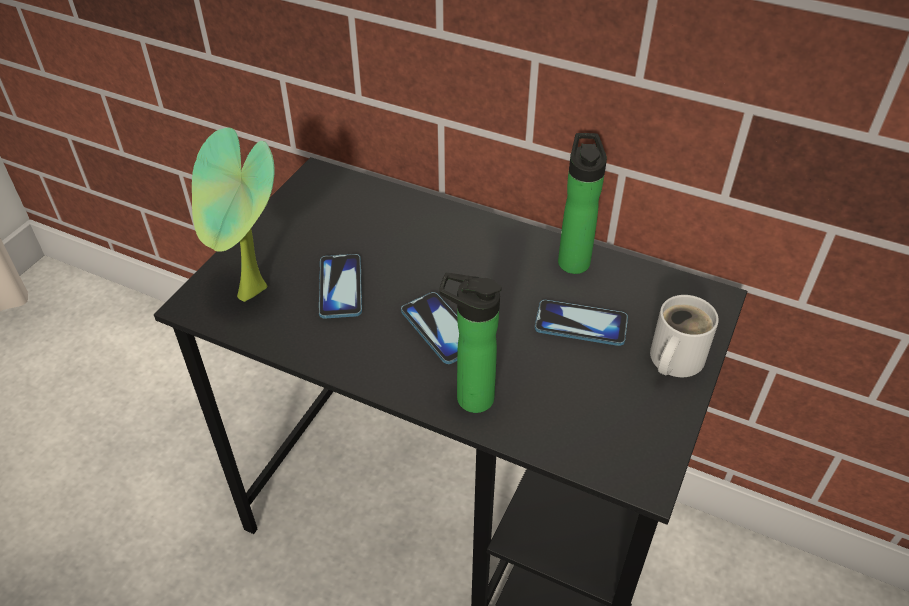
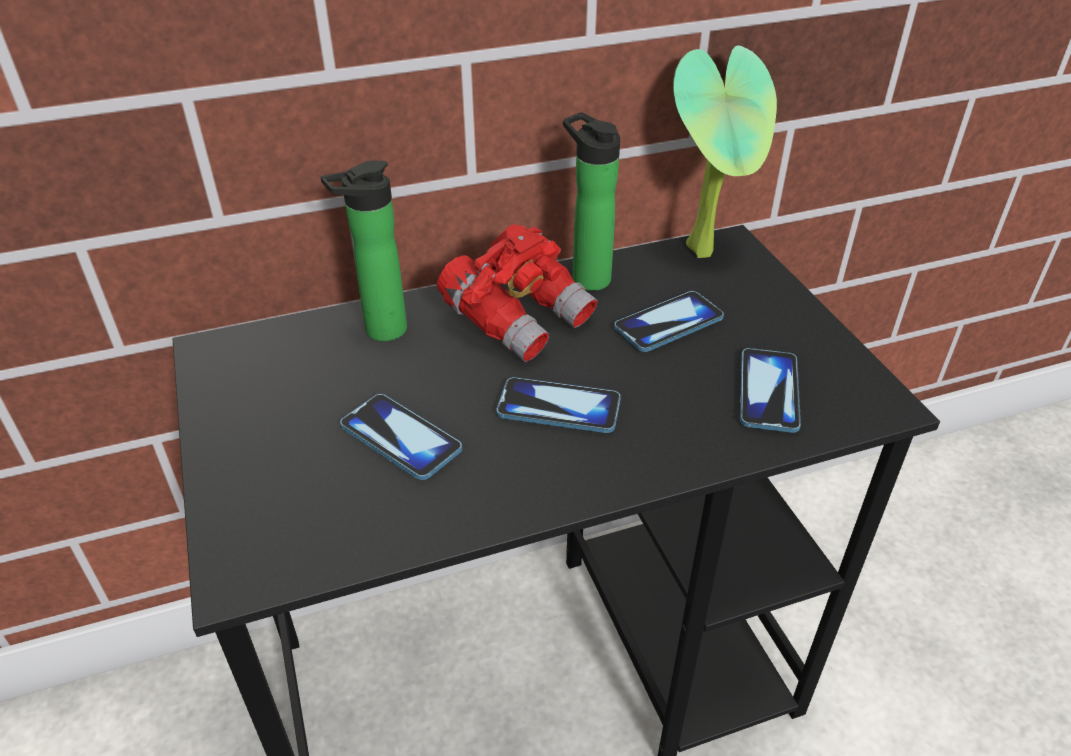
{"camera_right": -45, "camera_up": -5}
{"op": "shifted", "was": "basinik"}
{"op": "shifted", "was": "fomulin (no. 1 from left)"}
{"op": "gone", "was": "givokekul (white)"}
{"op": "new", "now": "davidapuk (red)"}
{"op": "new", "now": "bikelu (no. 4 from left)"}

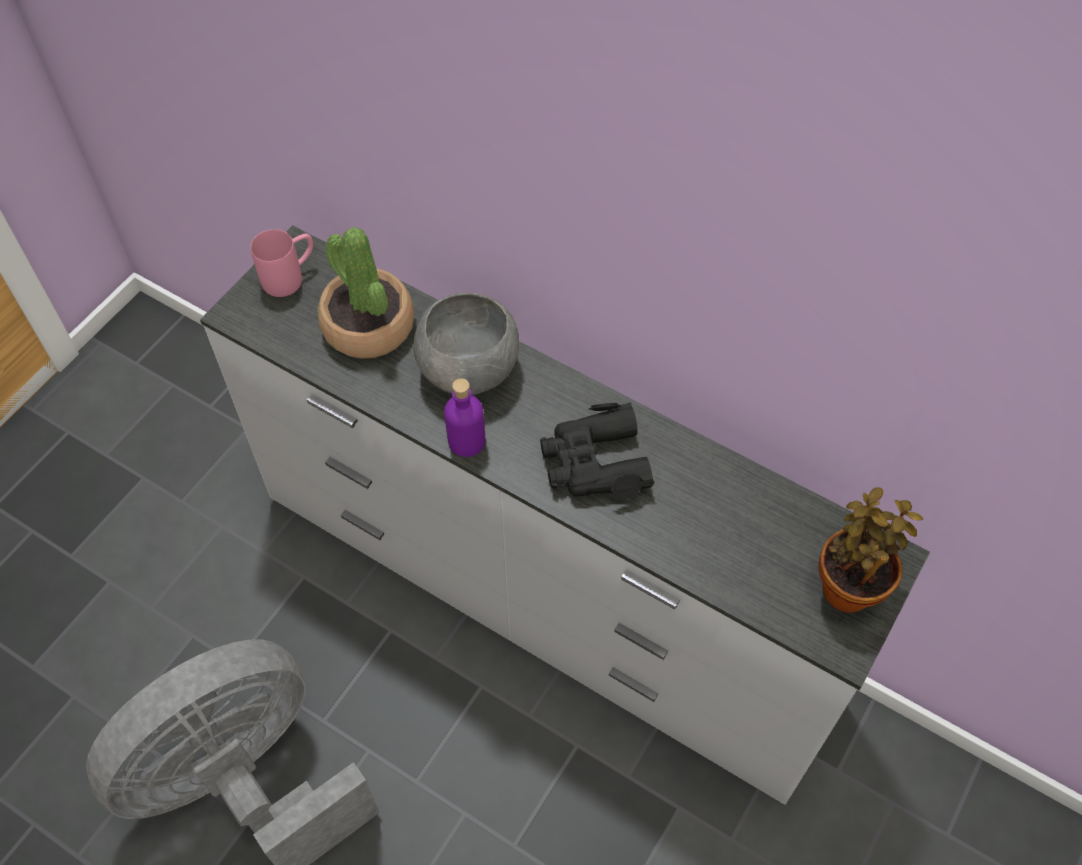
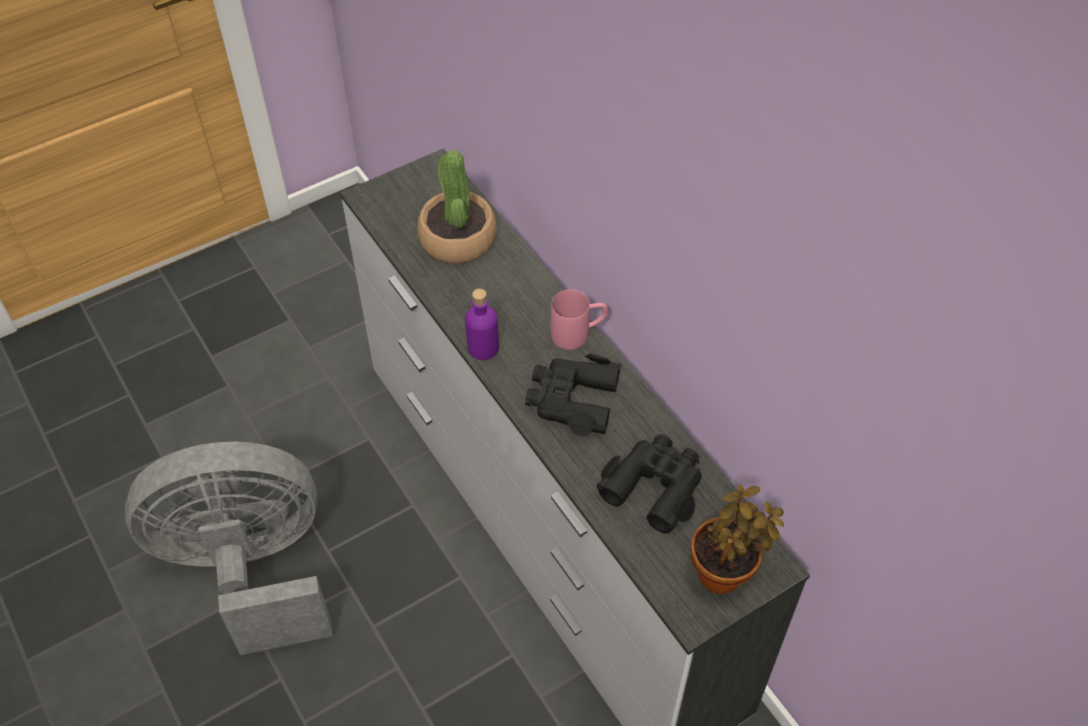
{"camera_right": 25, "camera_up": -5}
{"op": "shifted", "was": "givokekul (pink)"}
{"op": "gone", "was": "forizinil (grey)"}
{"op": "new", "now": "davidapuk (black) (no. 2 from left)"}

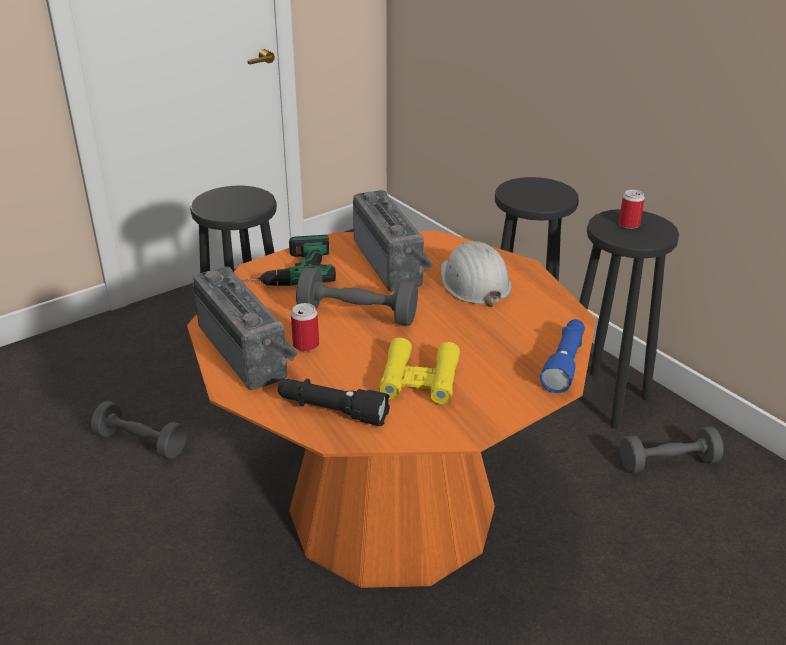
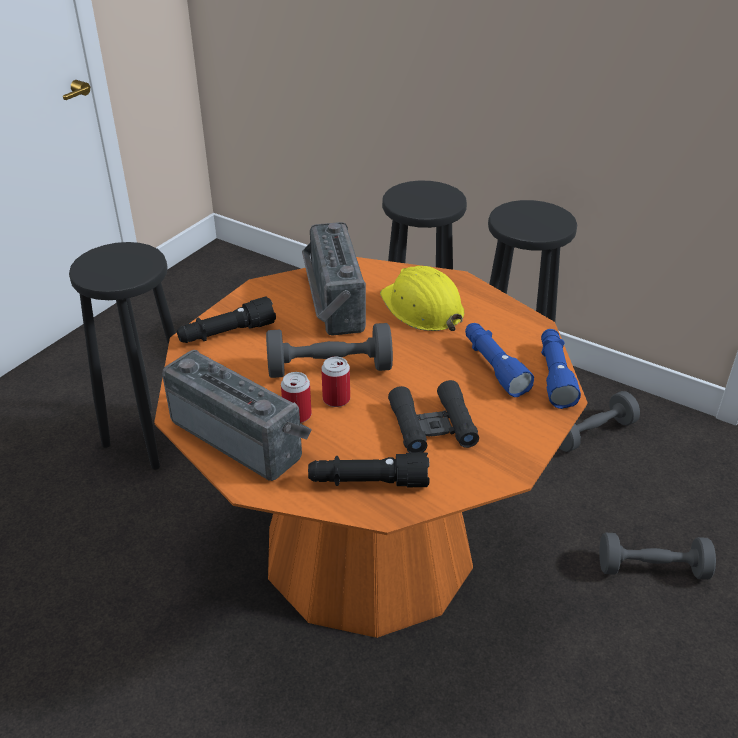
{"camera_right": -20, "camera_up": 5}
{"op": "shifted", "was": "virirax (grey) (no. 1 from left in the first image)", "now": "virirax (grey) (no. 3 from left)"}
{"op": "swapped", "was": "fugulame", "now": "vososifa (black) (no. 1 from left)"}
{"op": "rotated", "was": "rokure (no. 2 from left)", "clockwise": -150}
{"op": "repainted", "was": "davidapuk (yellow)", "now": "davidapuk (black)"}
{"op": "repainted", "was": "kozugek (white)", "now": "kozugek (yellow)"}
{"op": "shifted", "was": "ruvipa (no. 2 from left)"}
{"op": "new", "now": "vososifa (blue) (no. 1 from left)"}

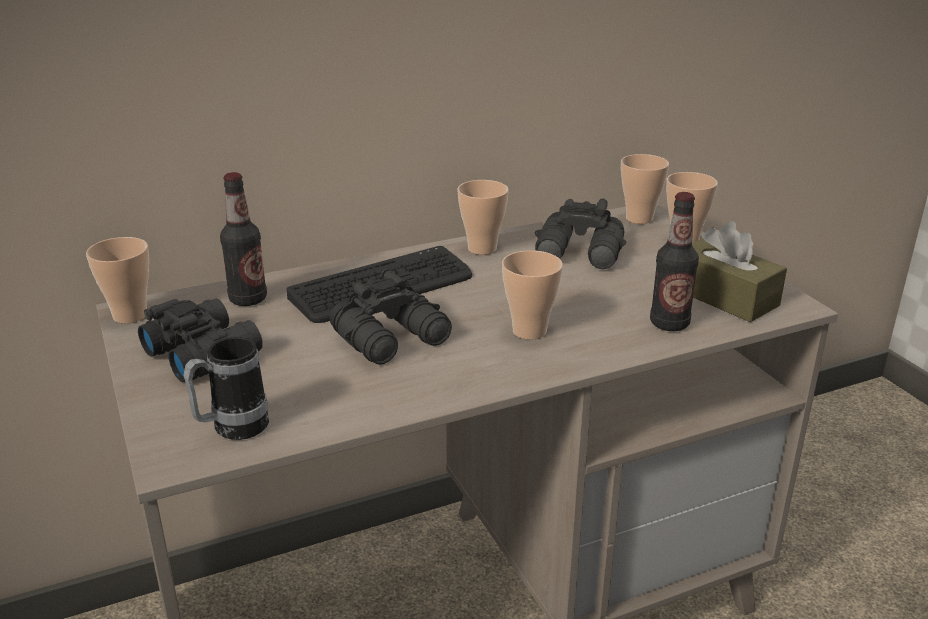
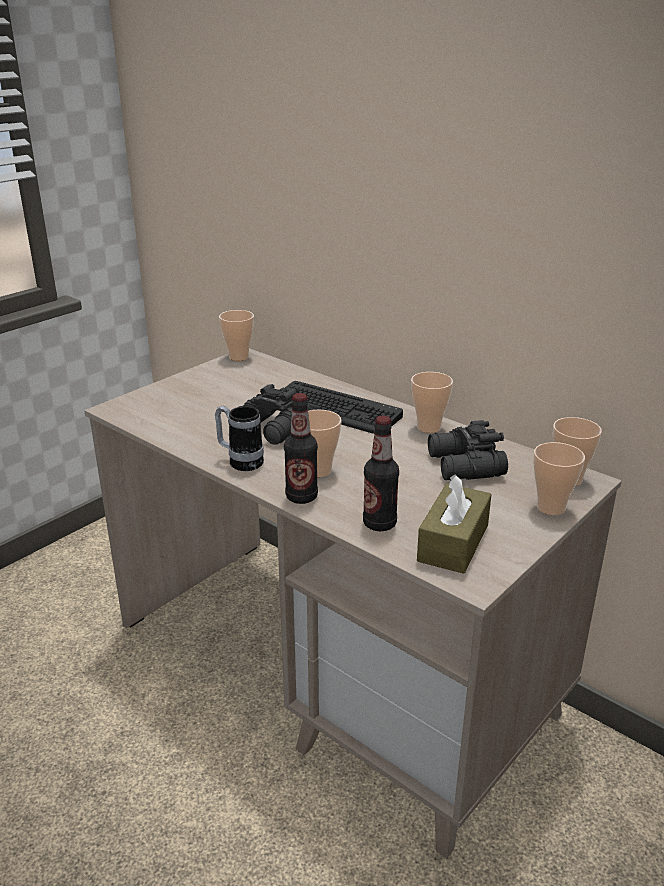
{"camera_right": 65, "camera_up": 0}
{"op": "gone", "was": "davidapuk (black) (no. 1 from left)"}
{"op": "shifted", "was": "givokekul"}
{"op": "shifted", "was": "fomulin (no. 1 from left)"}

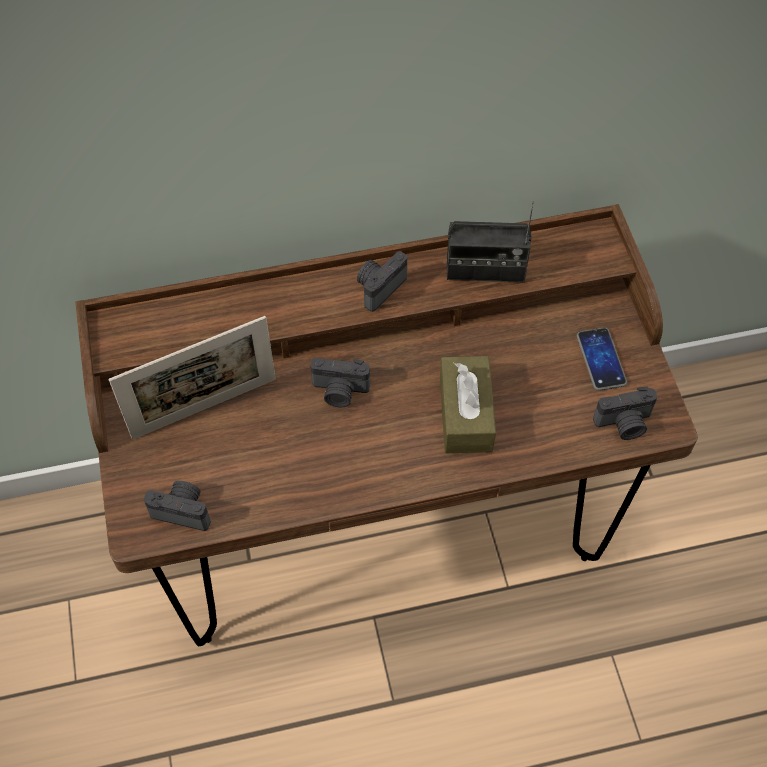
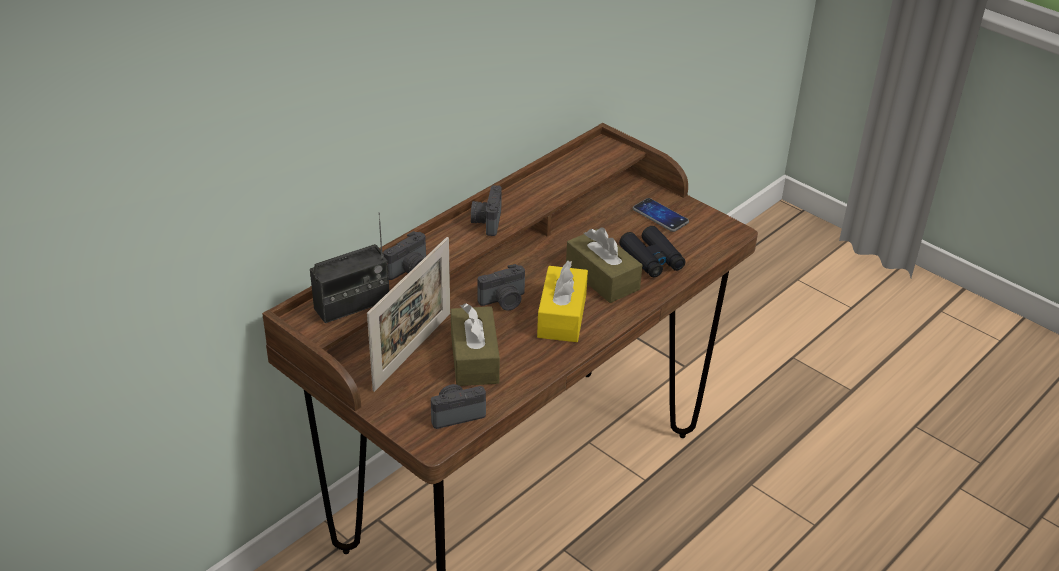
{"camera_right": -35, "camera_up": -20}
{"op": "shifted", "was": "rokure"}
{"op": "shifted", "was": "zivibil (no. 4 from left in the first image)", "now": "zivibil (no. 1 from left)"}
{"op": "new", "now": "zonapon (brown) (no. 1 from left)"}
{"op": "new", "now": "zonapon (yellow)"}
{"op": "new", "now": "davidapuk (black)"}

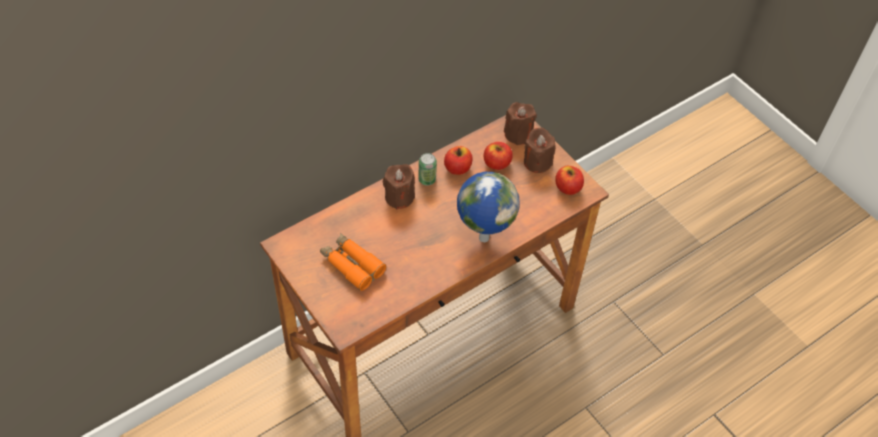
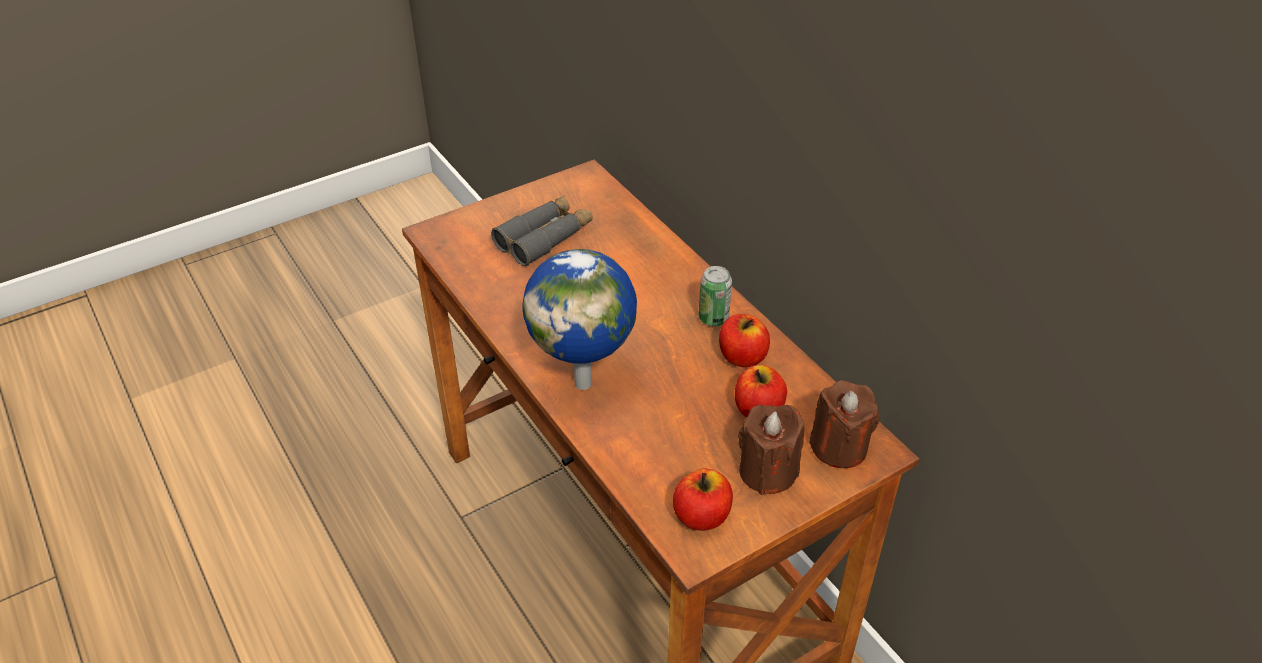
{"camera_right": 95, "camera_up": -10}
{"op": "repainted", "was": "davidapuk (orange)", "now": "davidapuk (grey)"}
{"op": "gone", "was": "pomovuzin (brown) (no. 1 from left)"}

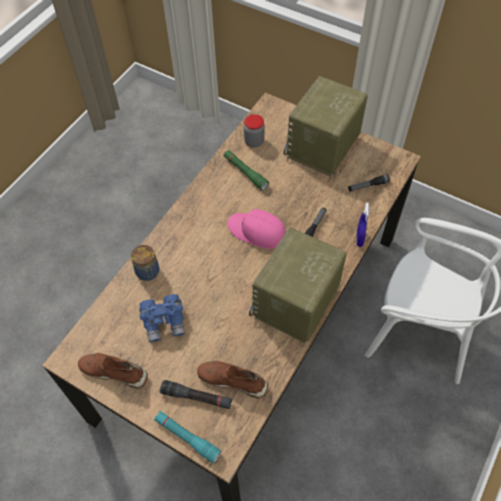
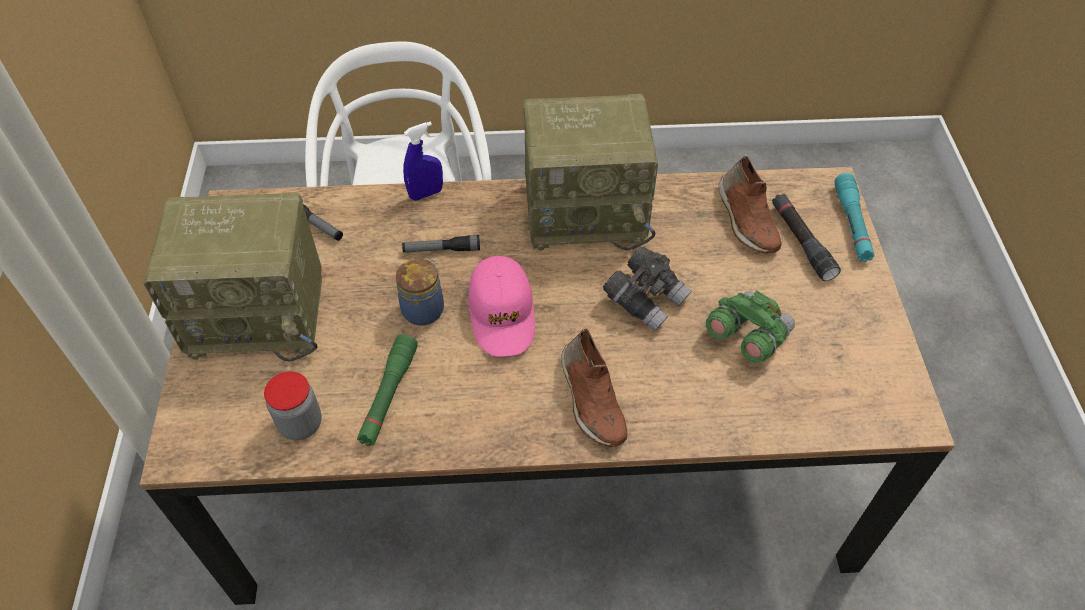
{"camera_right": -125, "camera_up": -5}
{"op": "shifted", "was": "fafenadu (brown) (no. 1 from left)"}
{"op": "shifted", "was": "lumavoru (no. 1 from left in the first image)", "now": "lumavoru (no. 2 from left)"}
{"op": "repainted", "was": "davidapuk (blue)", "now": "davidapuk (green)"}
{"op": "new", "now": "davidapuk (grey)"}

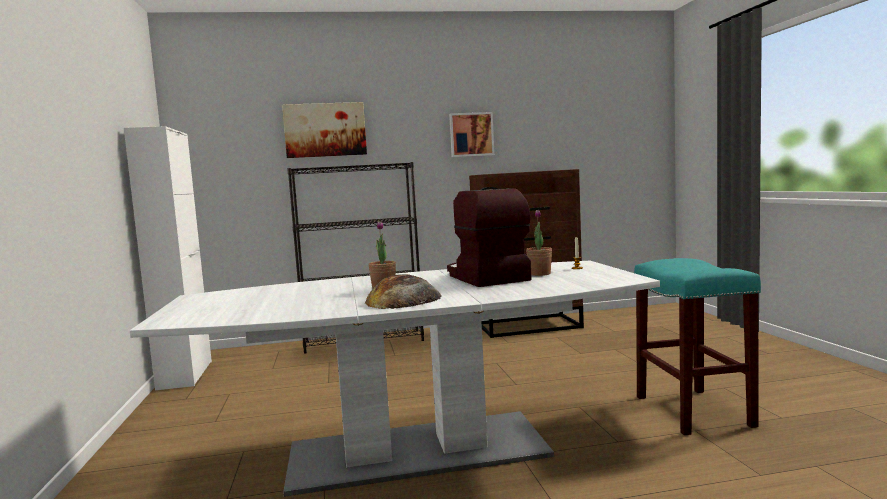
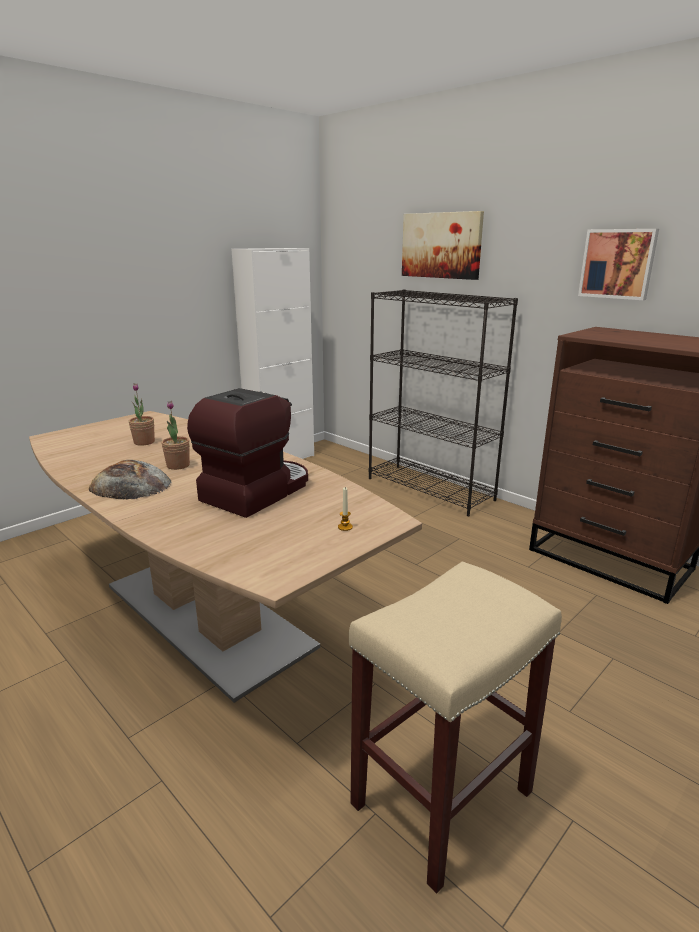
{"camera_right": 55, "camera_up": 15}
{"op": "repainted", "was": "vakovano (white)", "now": "vakovano (brown)"}
{"op": "shifted", "was": "basinik (no. 2 from left in the first image)", "now": "basinik (no. 1 from left)"}
{"op": "repainted", "was": "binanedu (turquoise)", "now": "binanedu (beige)"}

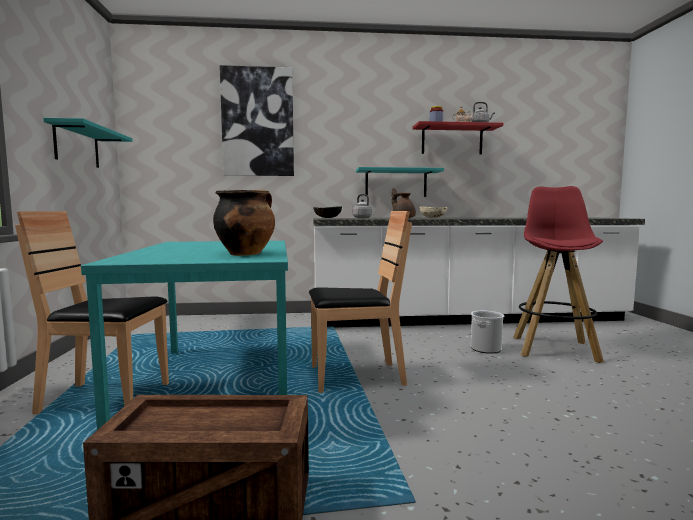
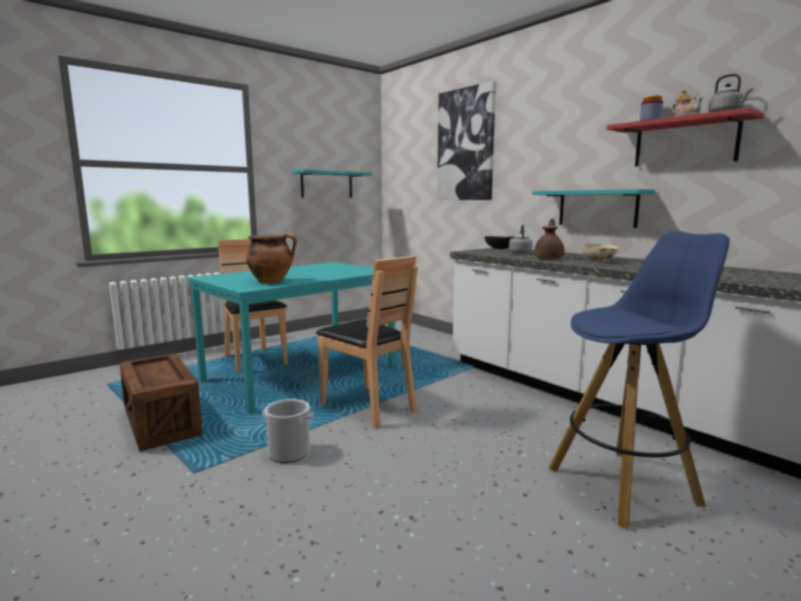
{"camera_right": 55, "camera_up": 5}
{"op": "shifted", "was": "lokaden"}
{"op": "repainted", "was": "binanedu (red)", "now": "binanedu (blue)"}

